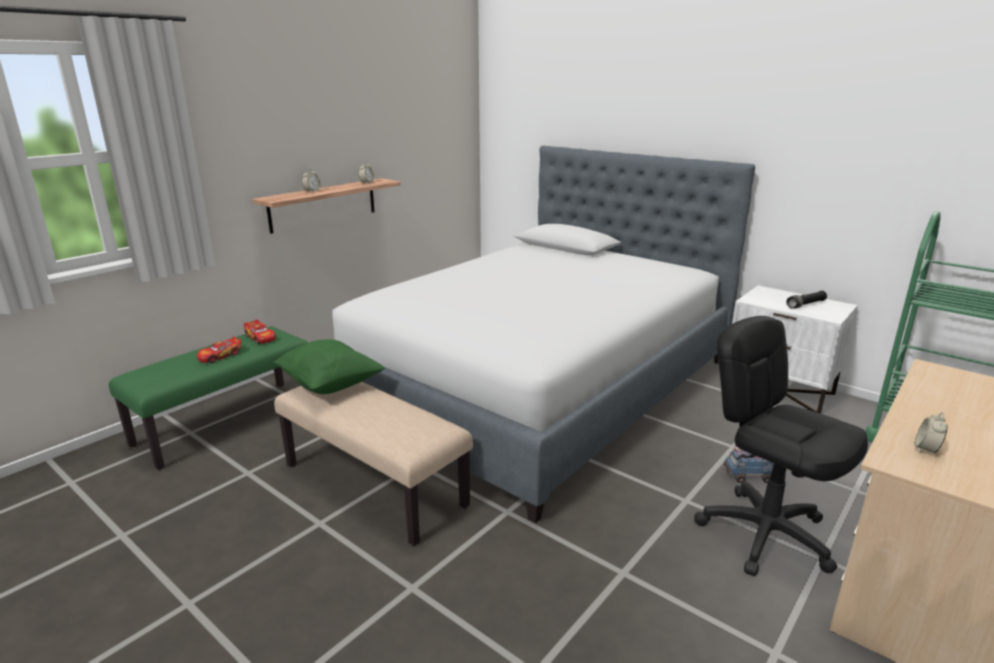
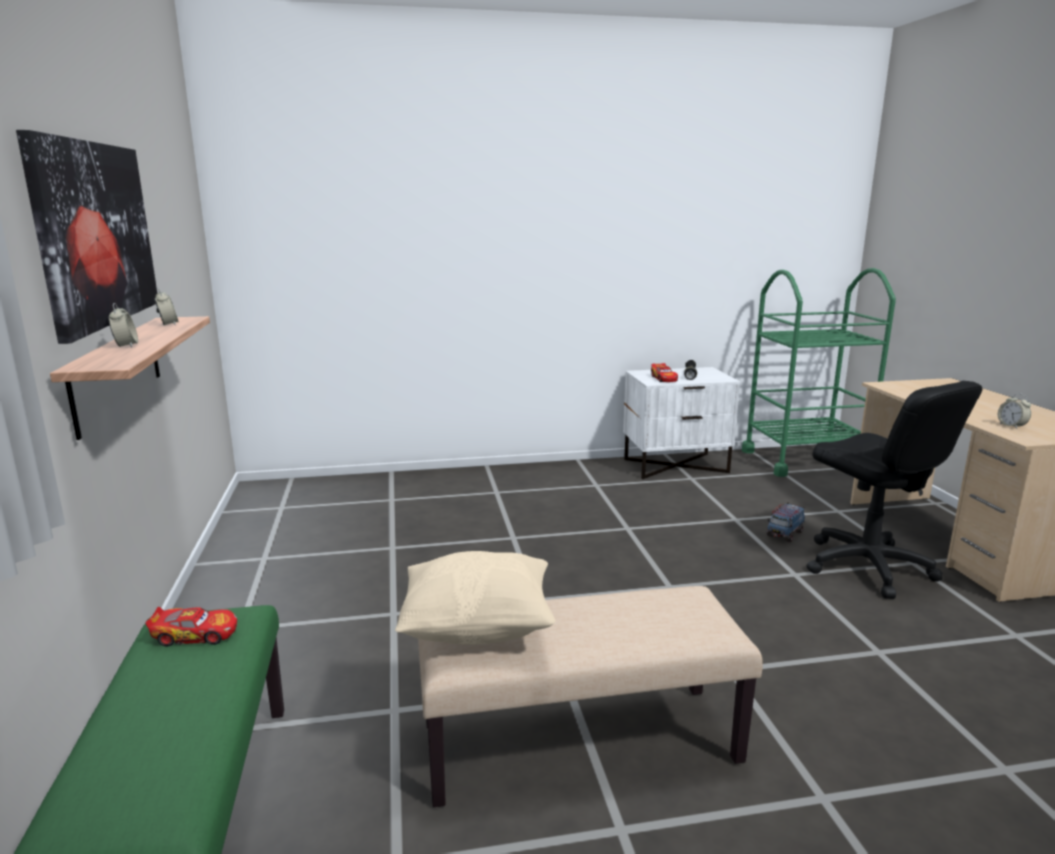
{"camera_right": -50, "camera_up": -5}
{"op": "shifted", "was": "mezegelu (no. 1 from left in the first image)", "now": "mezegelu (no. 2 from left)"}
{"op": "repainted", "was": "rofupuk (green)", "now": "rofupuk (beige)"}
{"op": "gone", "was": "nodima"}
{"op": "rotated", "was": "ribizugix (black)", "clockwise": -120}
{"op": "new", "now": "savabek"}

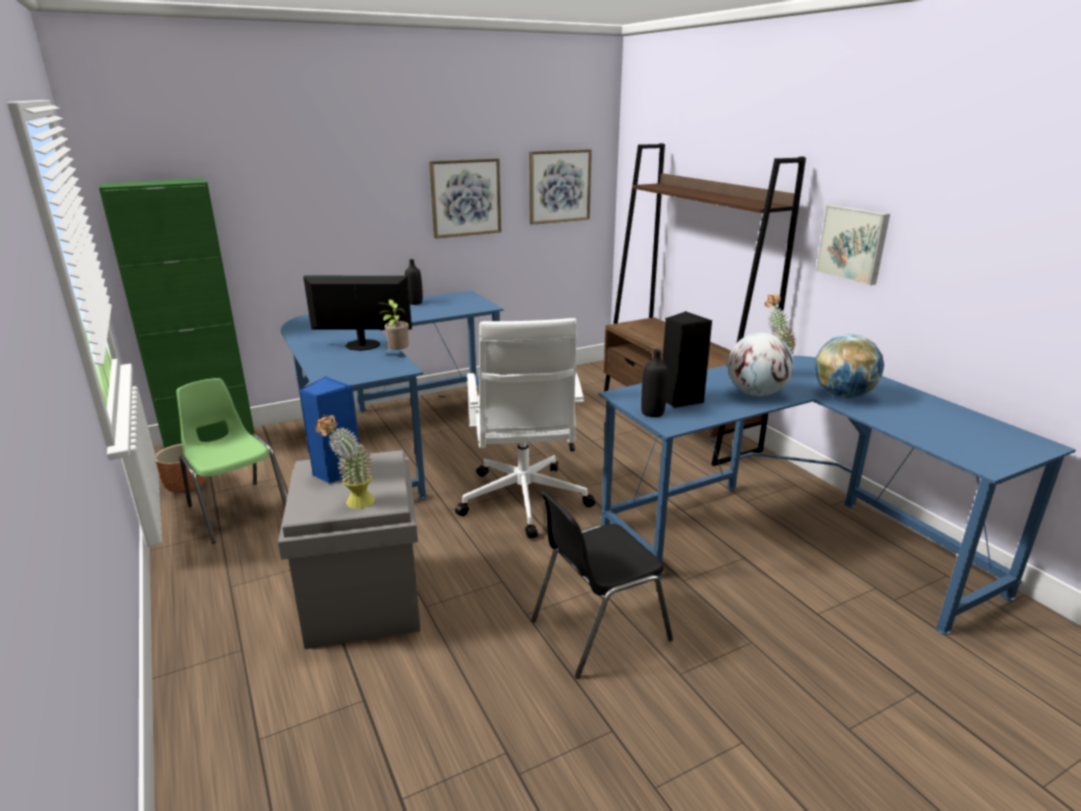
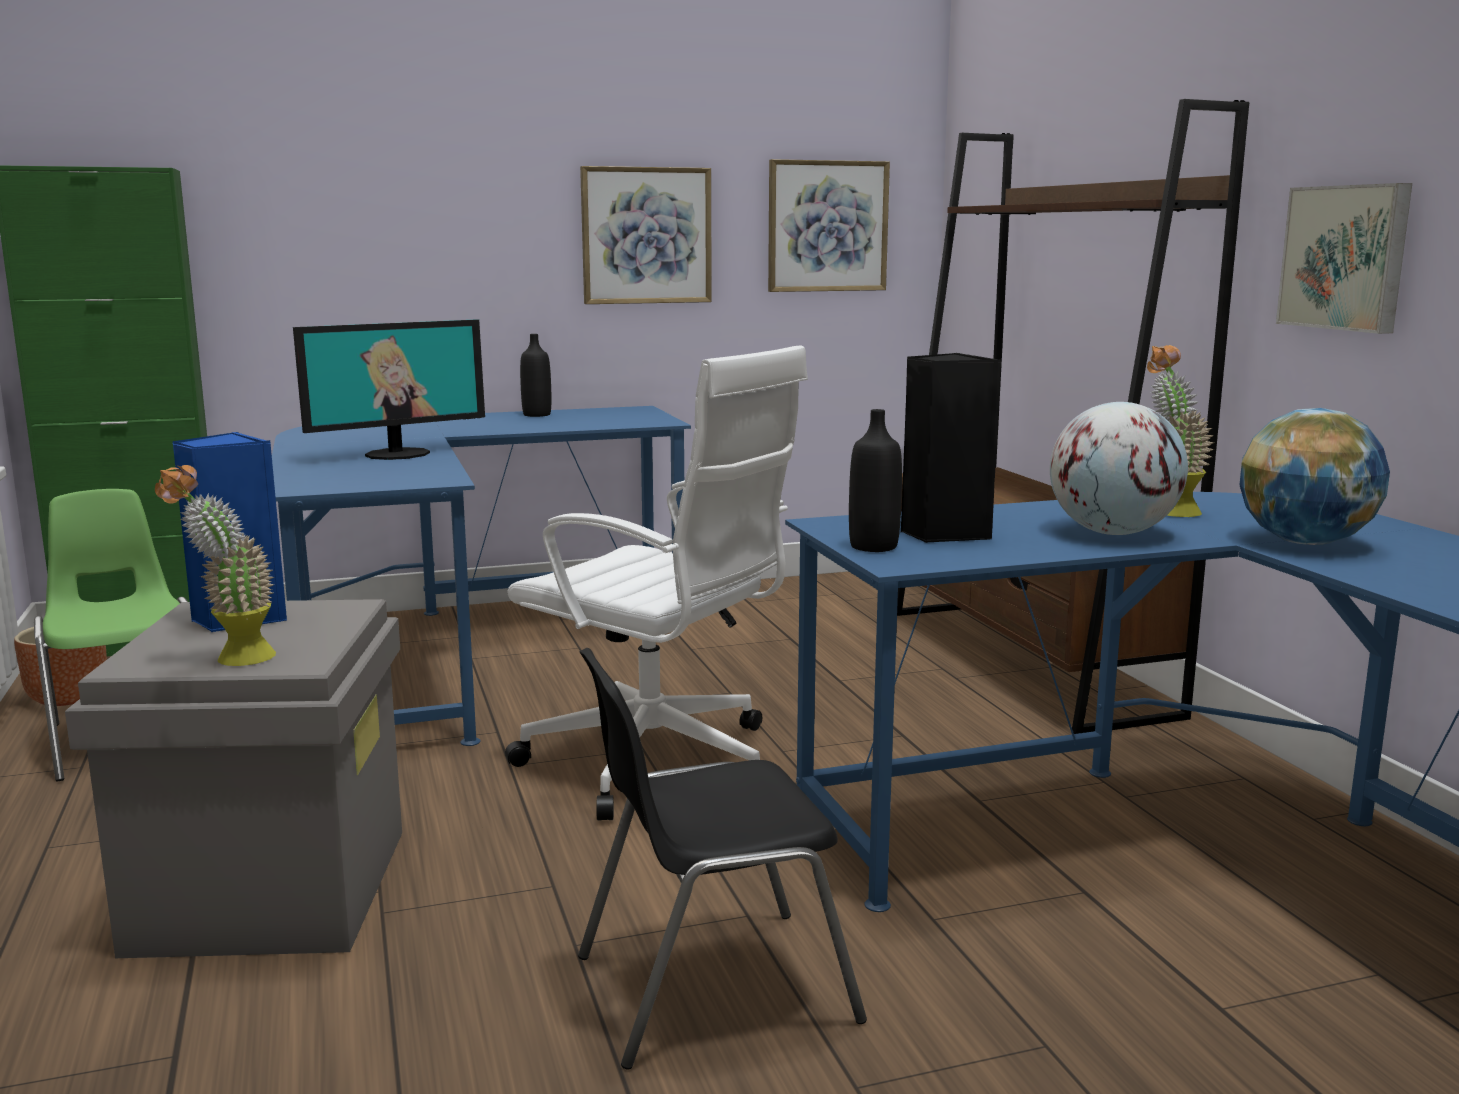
{"camera_right": 10, "camera_up": -10}
{"op": "rotated", "was": "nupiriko", "clockwise": 135}
{"op": "gone", "was": "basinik (no. 2 from left)"}
{"op": "rotated", "was": "ribizugix (white)", "clockwise": -60}

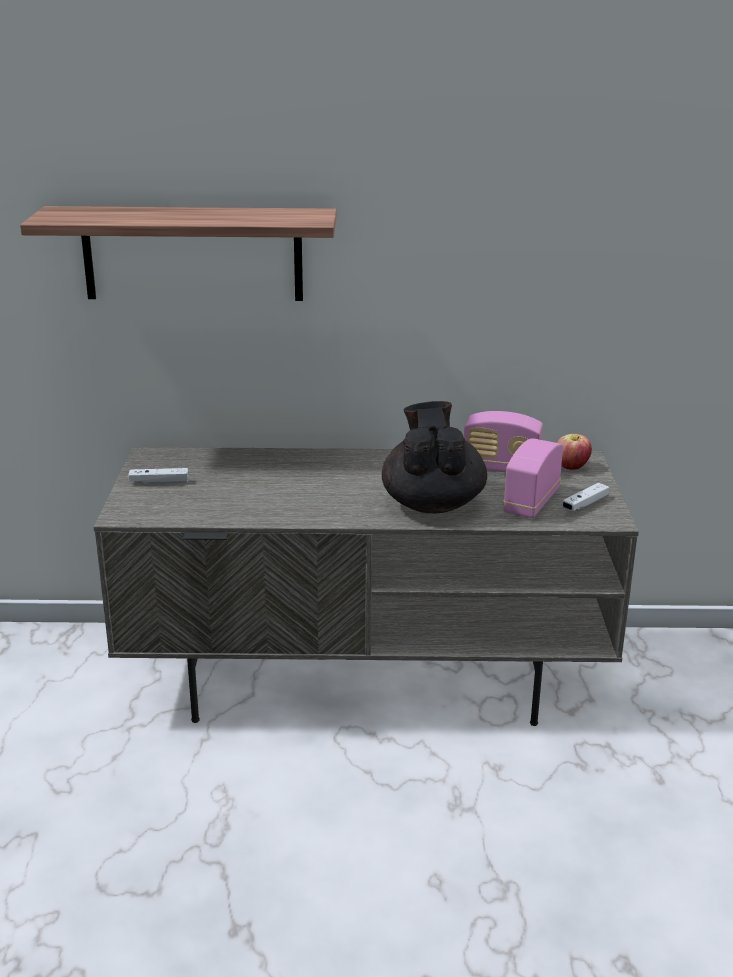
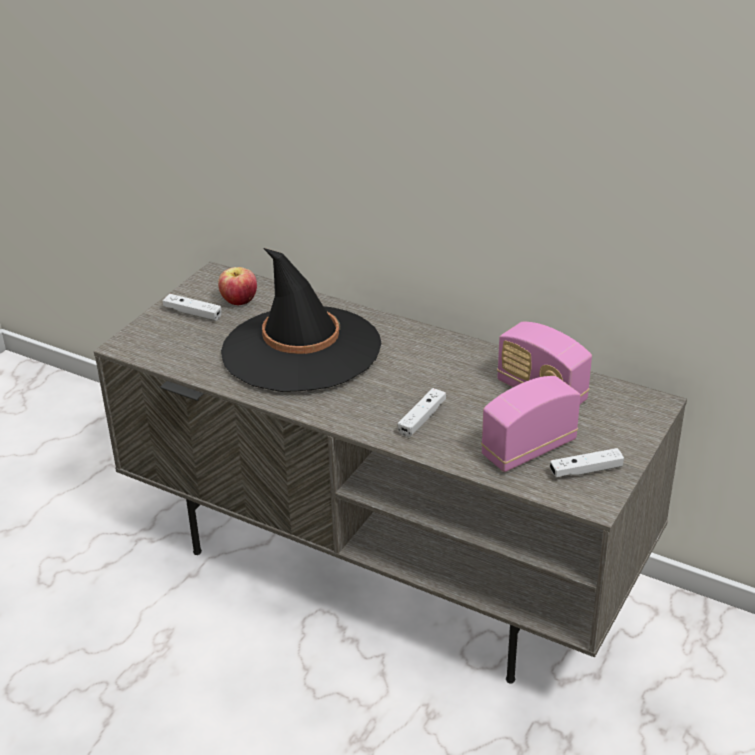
{"camera_right": 30, "camera_up": 10}
{"op": "gone", "was": "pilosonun"}
{"op": "swapped", "was": "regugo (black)", "now": "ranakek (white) (no. 2 from left)"}
{"op": "shifted", "was": "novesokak"}
{"op": "new", "now": "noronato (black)"}

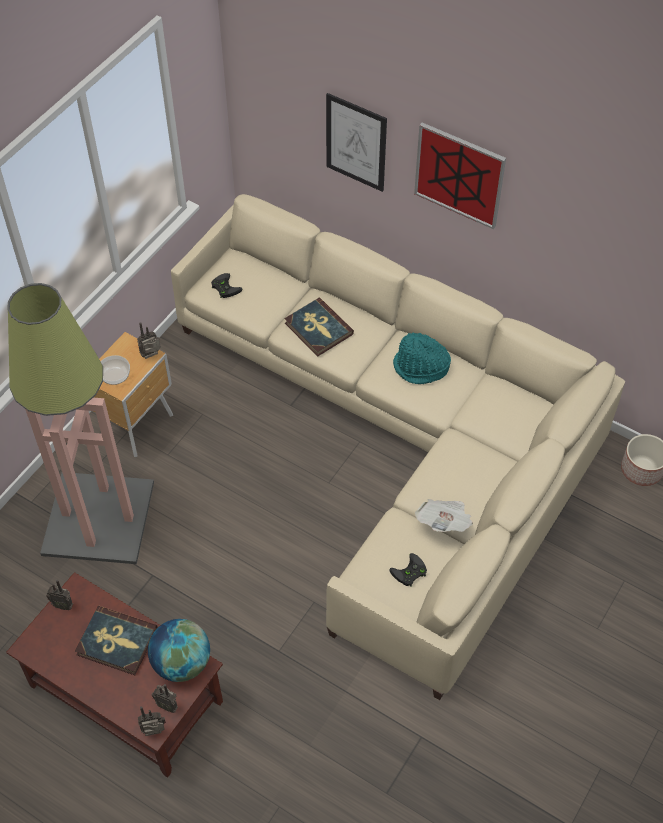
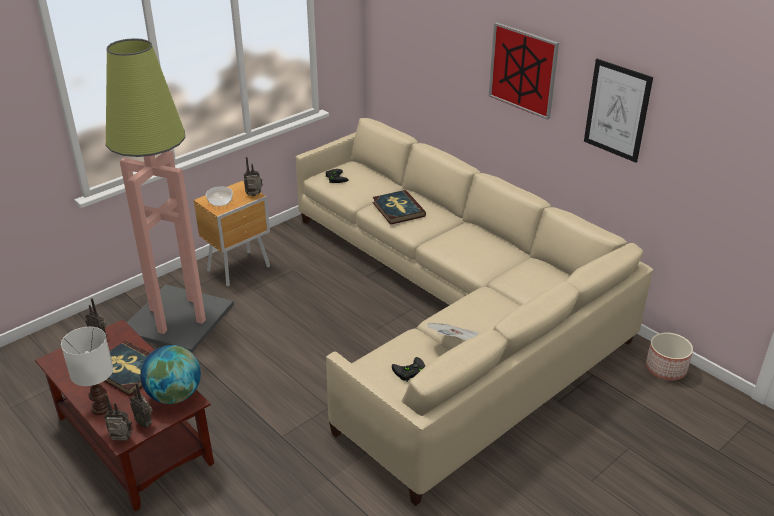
{"camera_right": 15, "camera_up": -20}
{"op": "shifted", "was": "savabek (no. 1 from left in the first image)", "now": "savabek (no. 2 from left)"}
{"op": "gone", "was": "noronato (turquoise)"}
{"op": "new", "now": "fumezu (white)"}

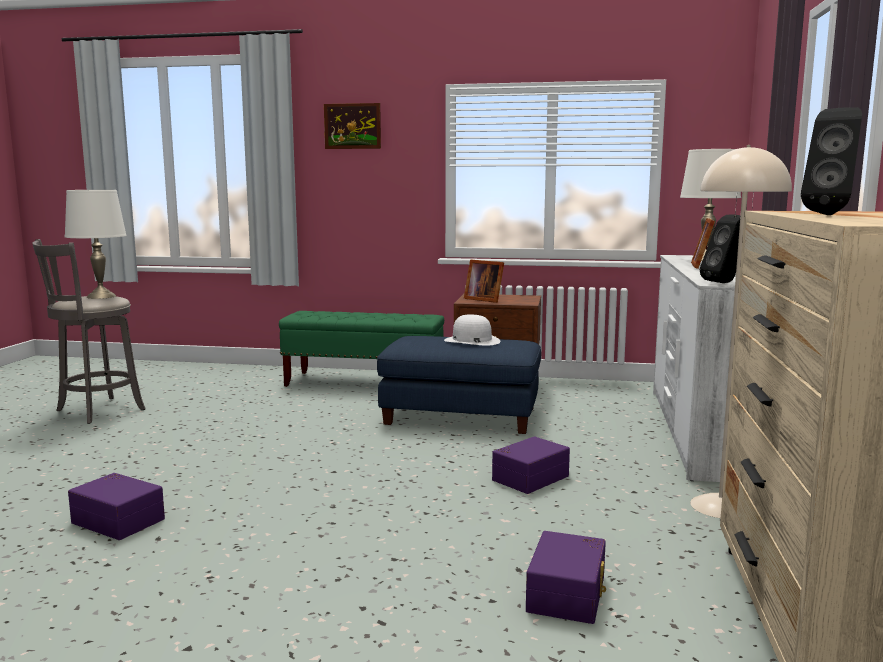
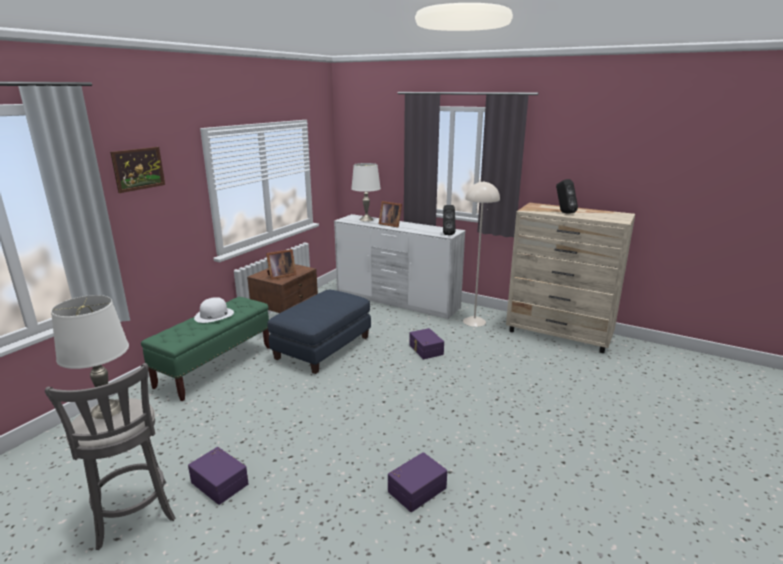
{"camera_right": -70, "camera_up": 10}
{"op": "shifted", "was": "noronato (white)"}
{"op": "shifted", "was": "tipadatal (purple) (no. 3 from left in the first image)", "now": "tipadatal (purple) (no. 1 from left)"}

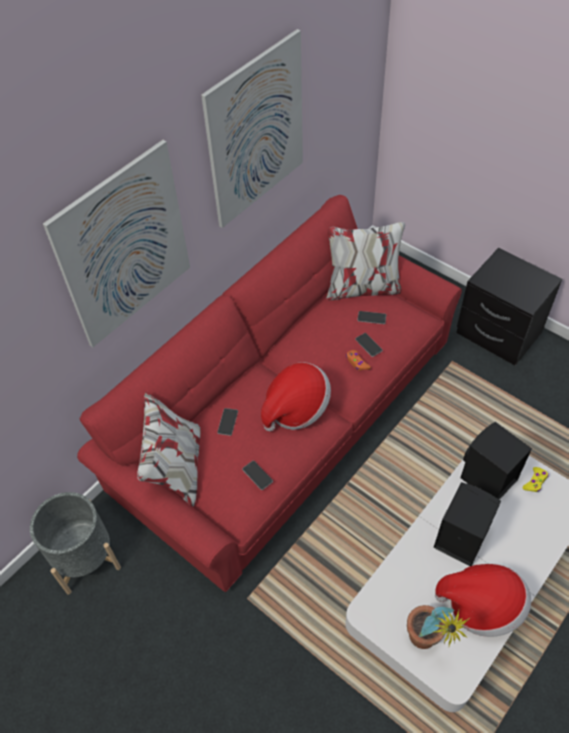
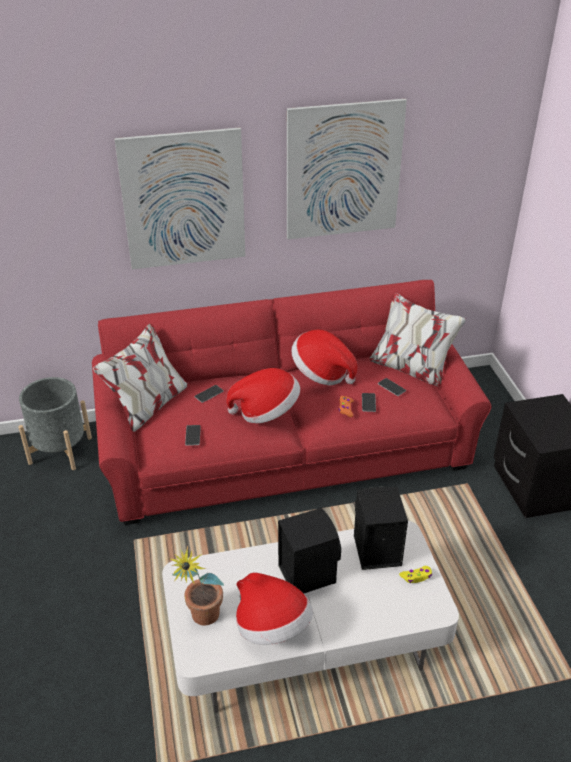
{"camera_right": 35, "camera_up": -15}
{"op": "new", "now": "noronato (no. 3 from left)"}

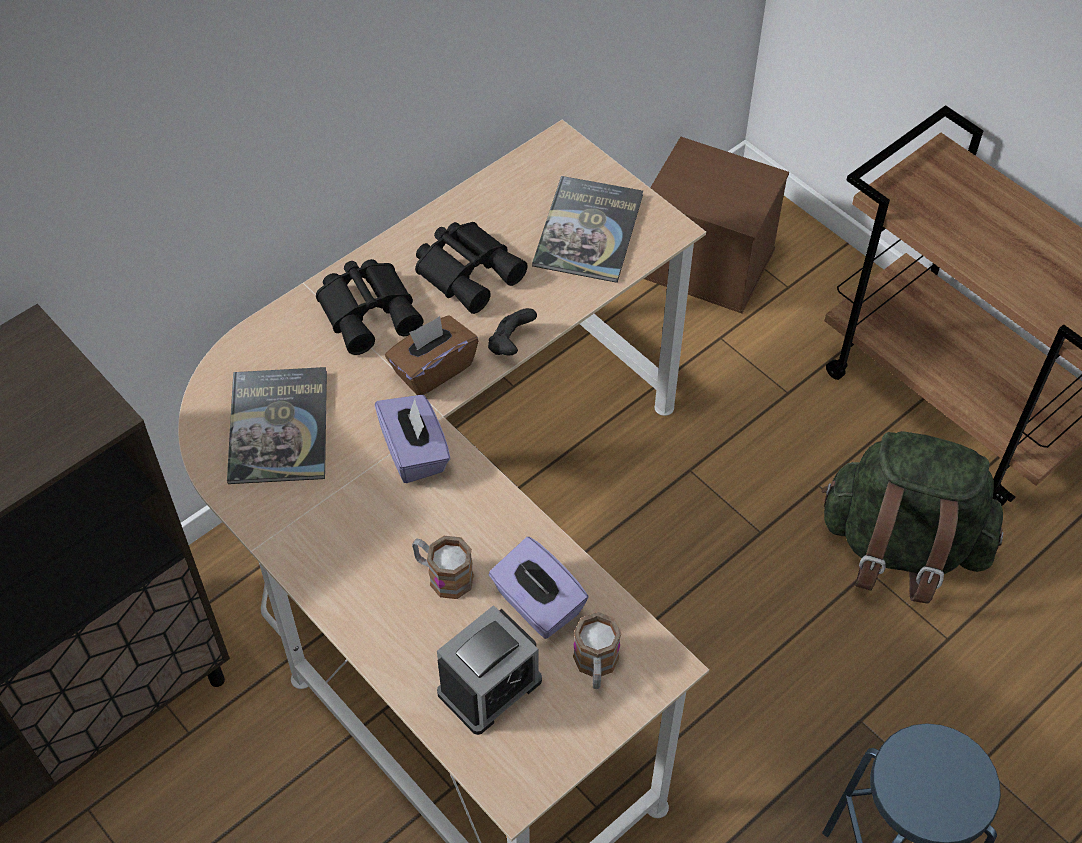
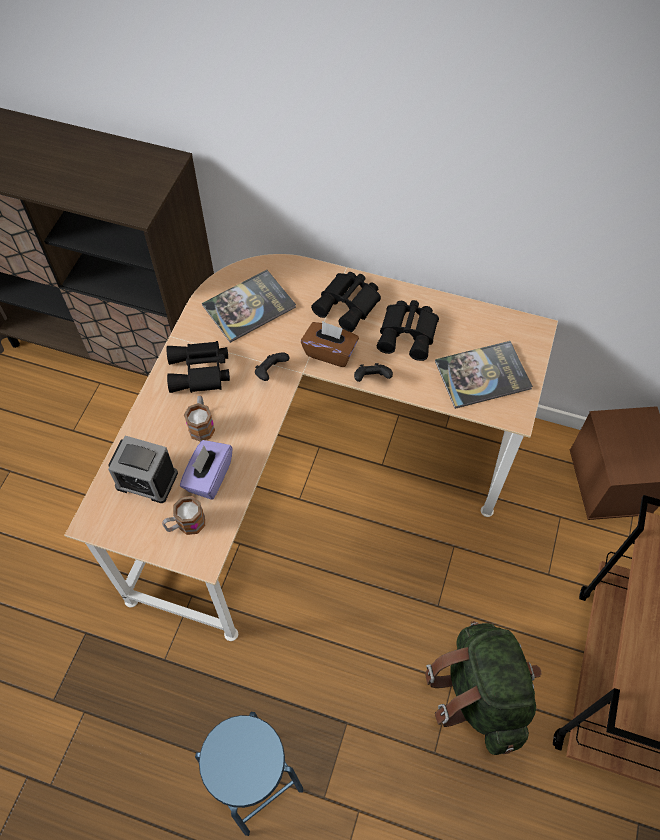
{"camera_right": 60, "camera_up": 5}
{"op": "swapped", "was": "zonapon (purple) (no. 1 from left)", "now": "ranakek (black) (no. 1 from left)"}
{"op": "new", "now": "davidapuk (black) (no. 1 from left)"}

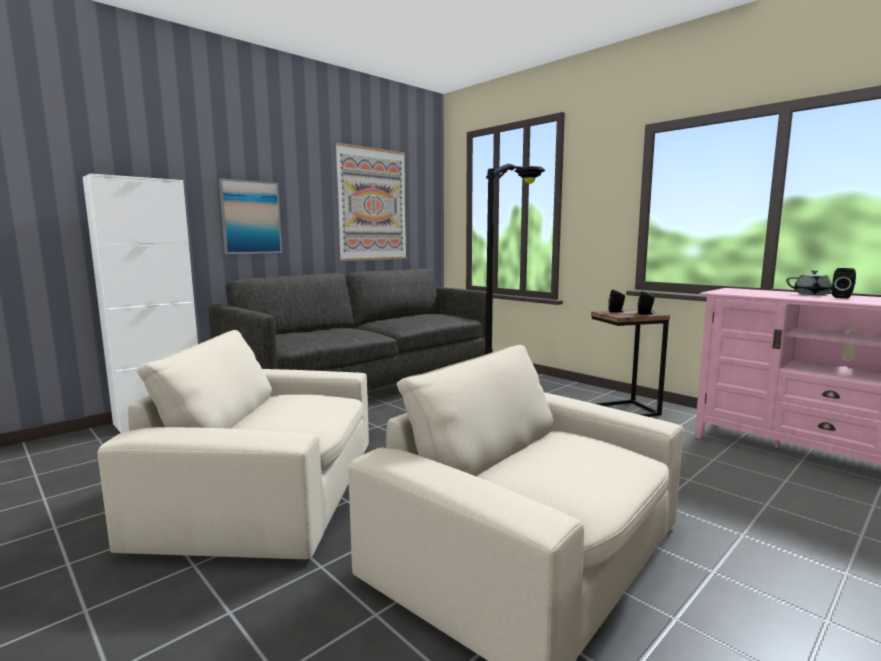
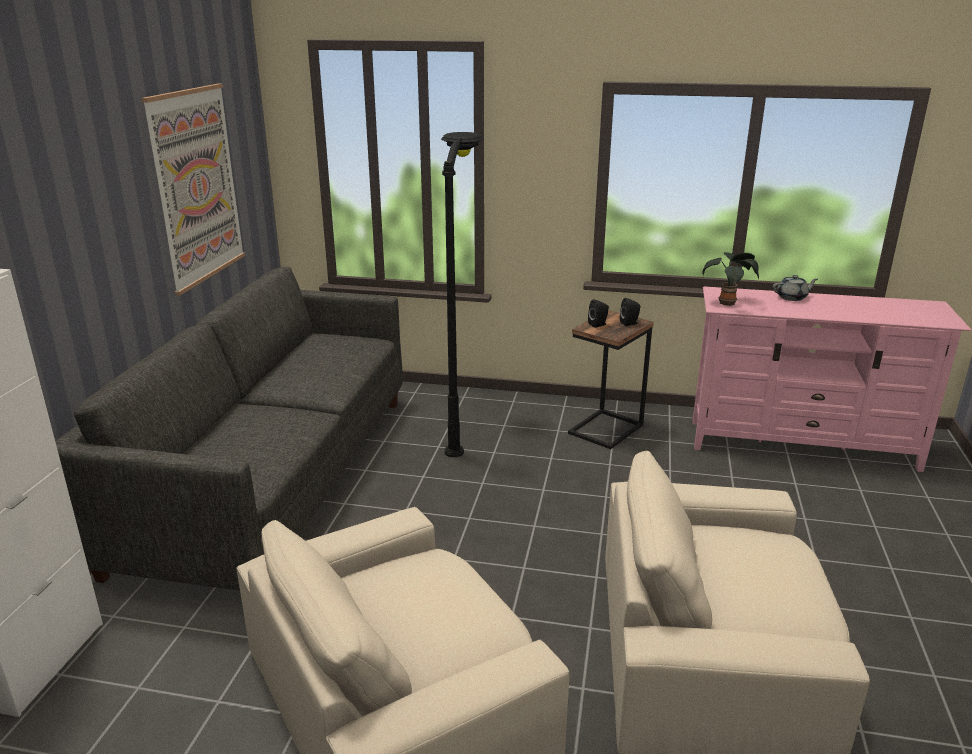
{"camera_right": -35, "camera_up": 15}
{"op": "gone", "was": "savabek (no. 1 from left)"}
{"op": "gone", "was": "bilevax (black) (no. 3 from left)"}
{"op": "new", "now": "basinik"}

